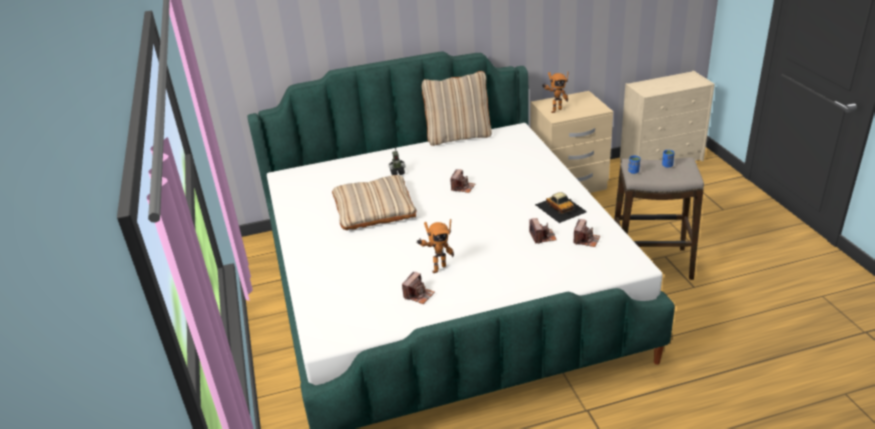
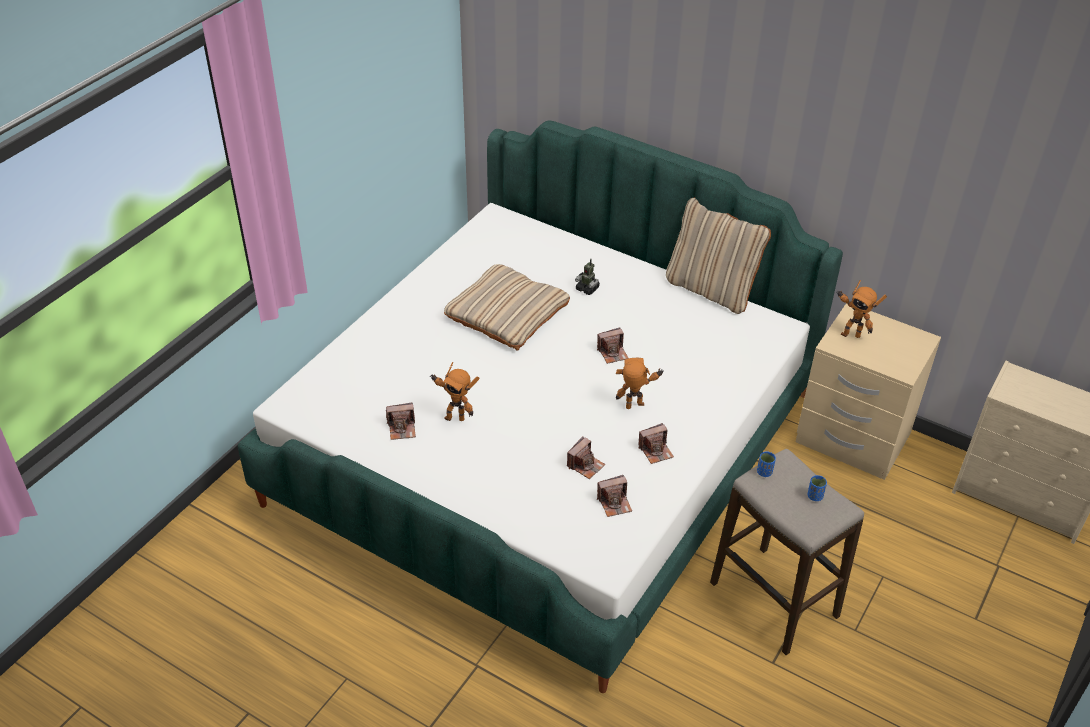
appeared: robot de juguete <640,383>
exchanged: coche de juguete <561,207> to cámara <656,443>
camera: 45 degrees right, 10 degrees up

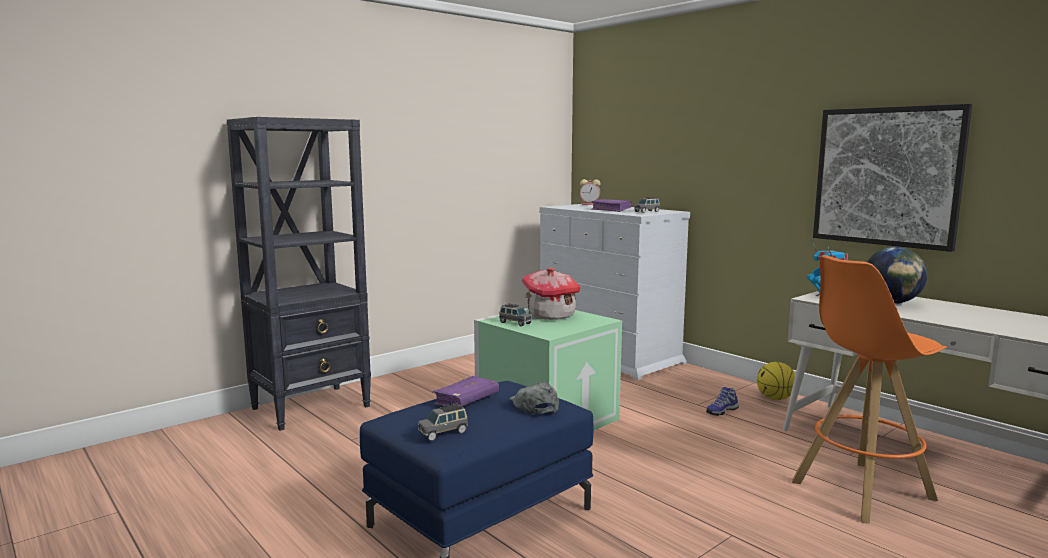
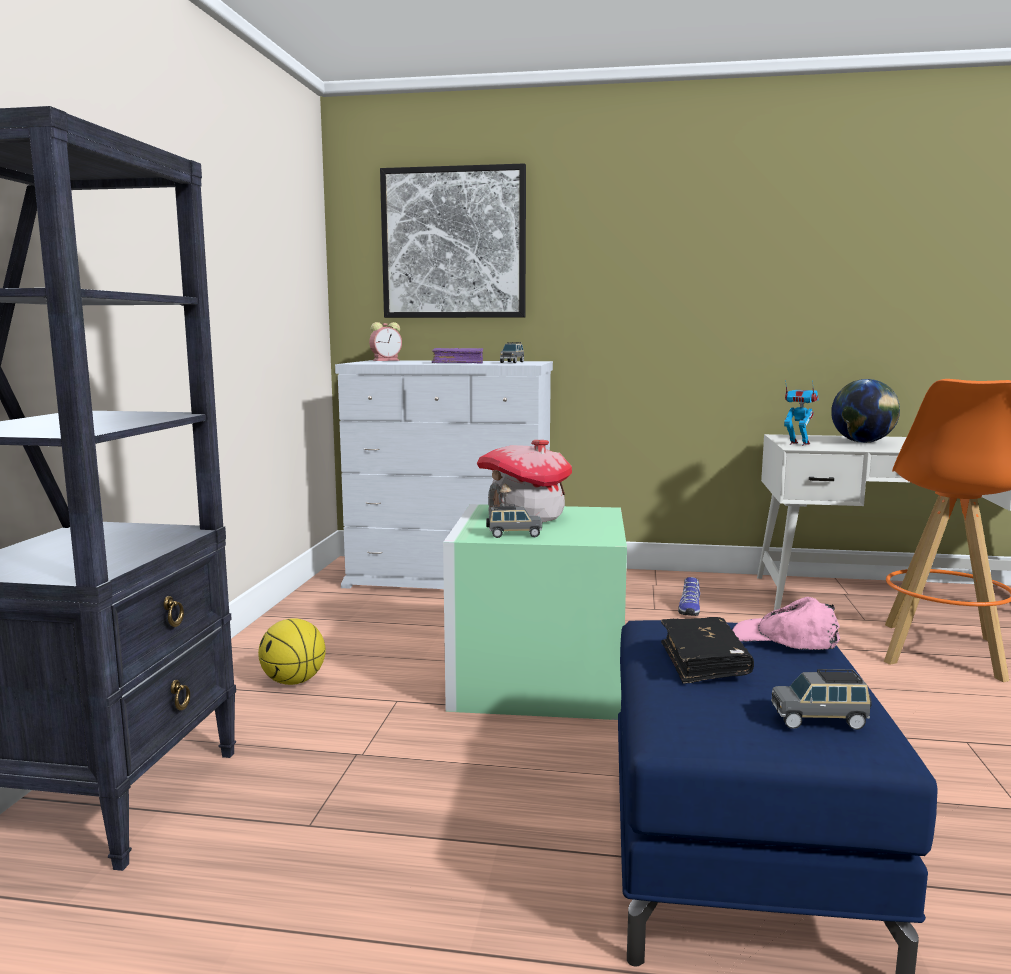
relocated: balón de baloncesto <776,381> to <292,651>; cuadro <892,178> to <453,240>
colour: libro (morado) <465,391> to libro (negro) <707,650>; gorra (gris) <534,398> to gorra (rosa) <786,623>
spun: coche de juguete (gris) <443,422> = <821,699> 75 degrees clockwise
camera: 40 degrees left, 0 degrees up

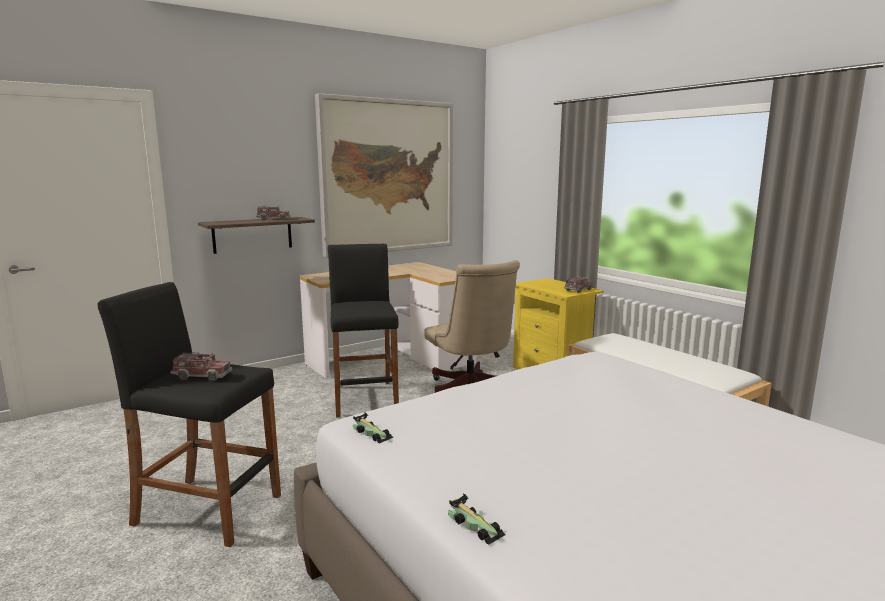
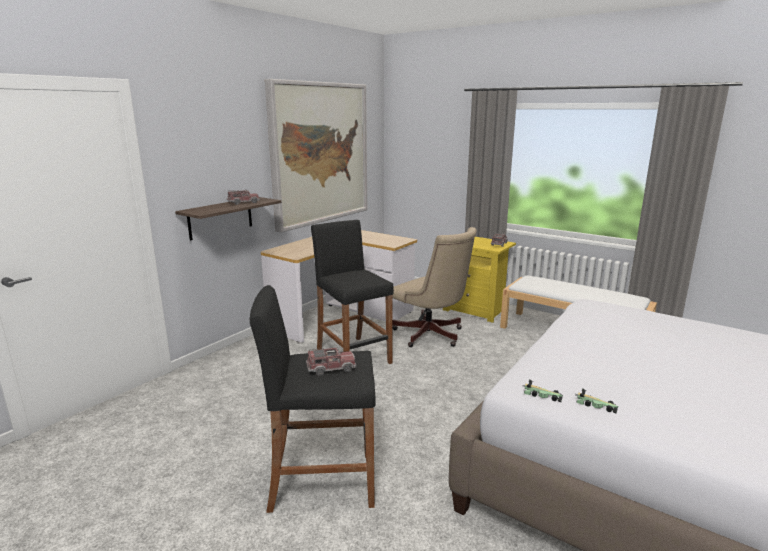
relocated: coche de juguete <477,519> to <596,401>
camera: 20 degrees left, 5 degrees up

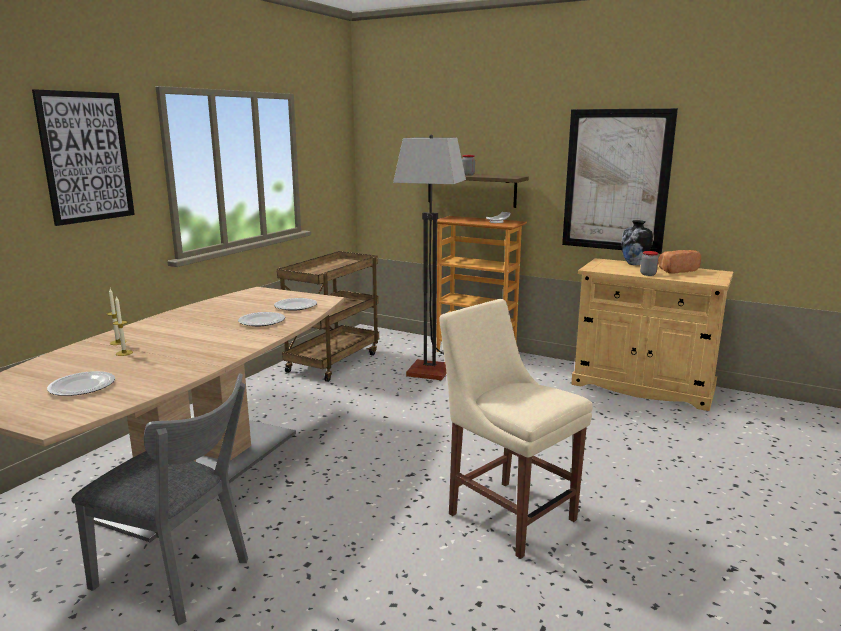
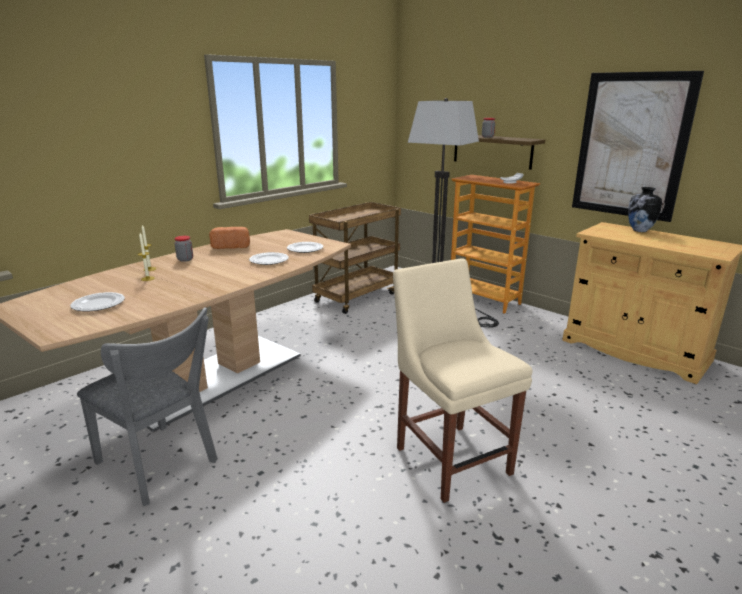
missing: cuadro <83,157>
relocated: tarro <649,263> to <183,249>; pan <680,262> to <229,238>
camera: 15 degrees right, 5 degrees up

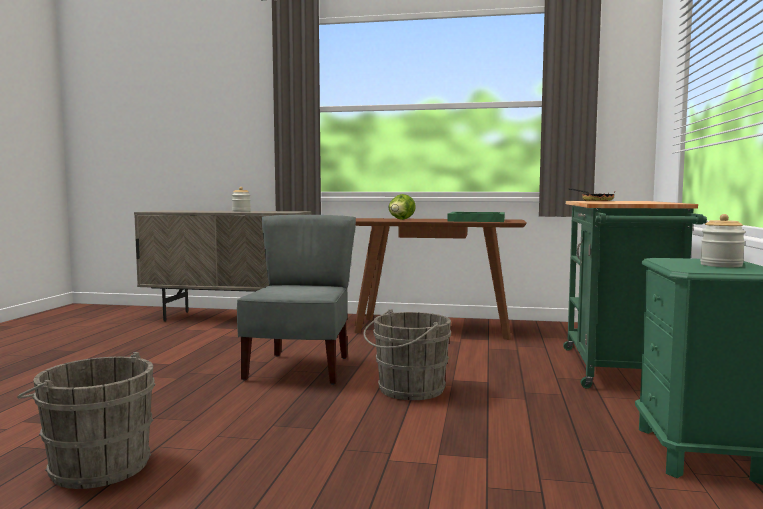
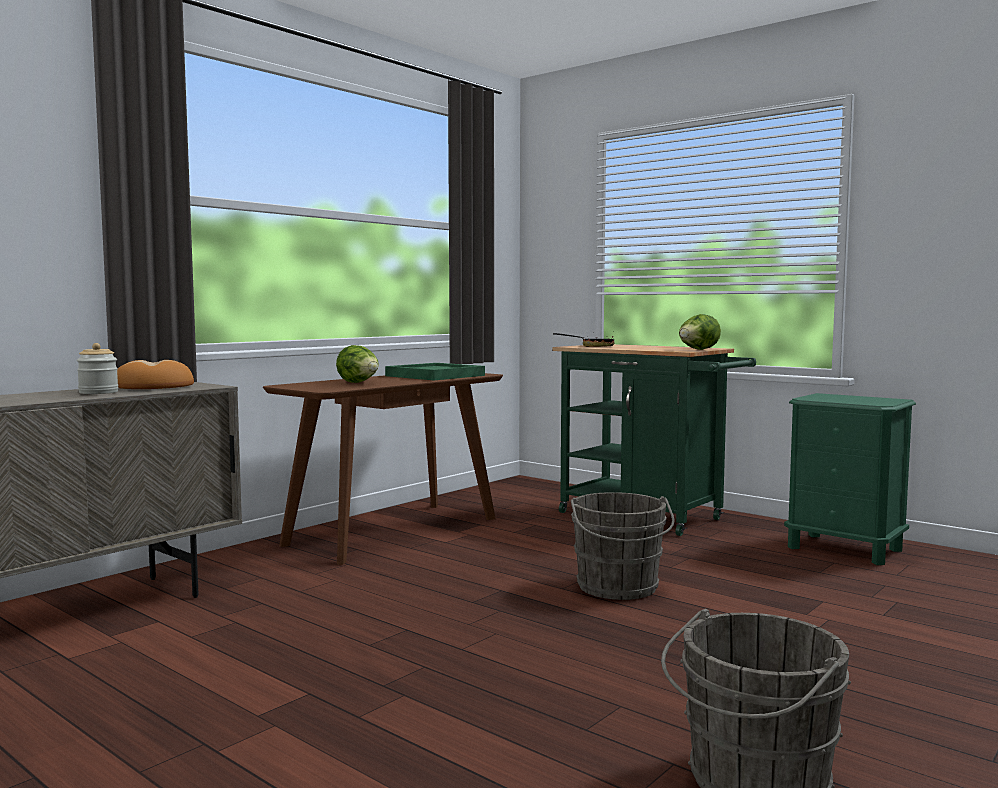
missing: silla (gris) <296,300>; tarro <723,240>
appeared: pan <155,374>; lechuga <700,332>
camera: 60 degrees left, 0 degrees up

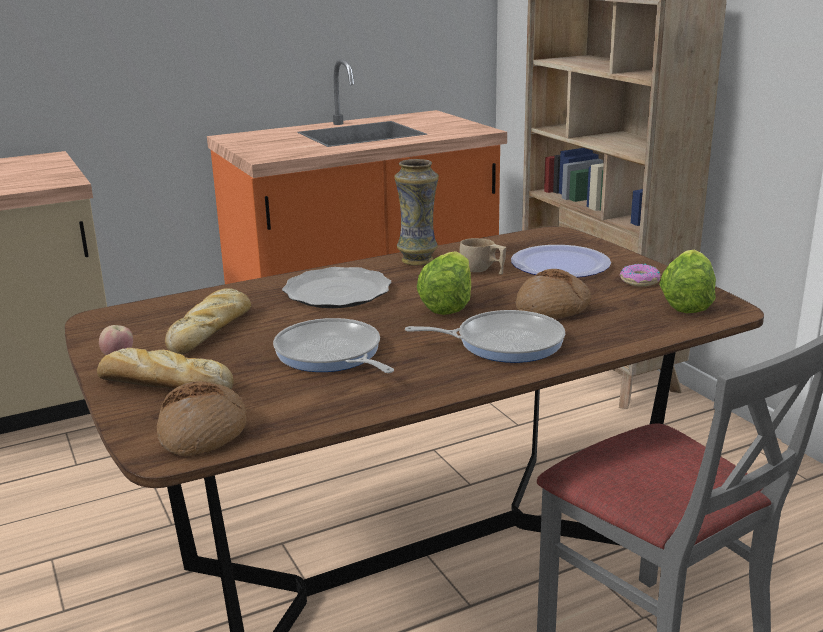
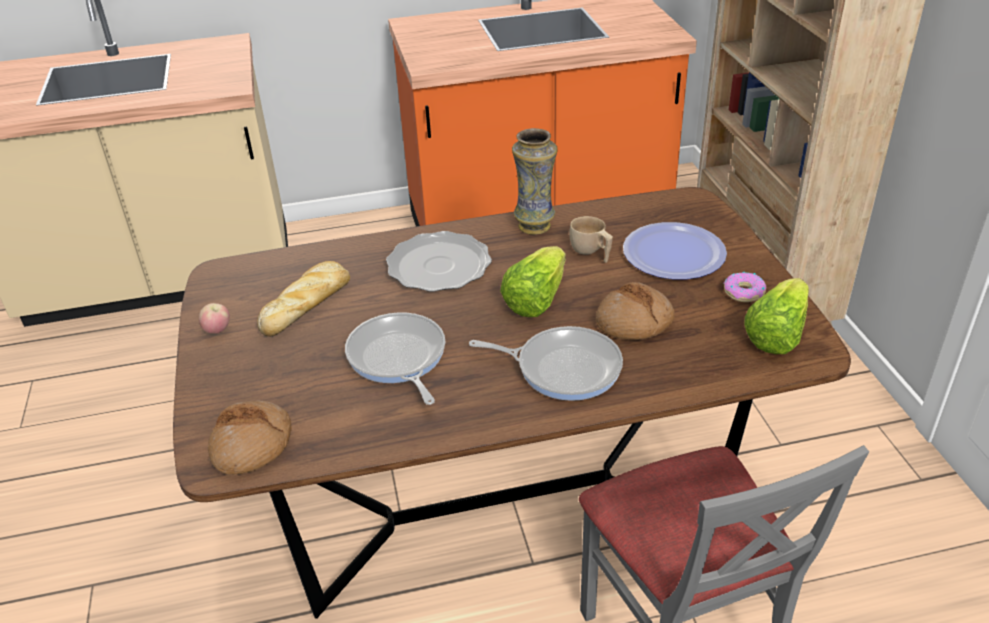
missing: pan <165,368>
camera: 15 degrees right, 15 degrees up

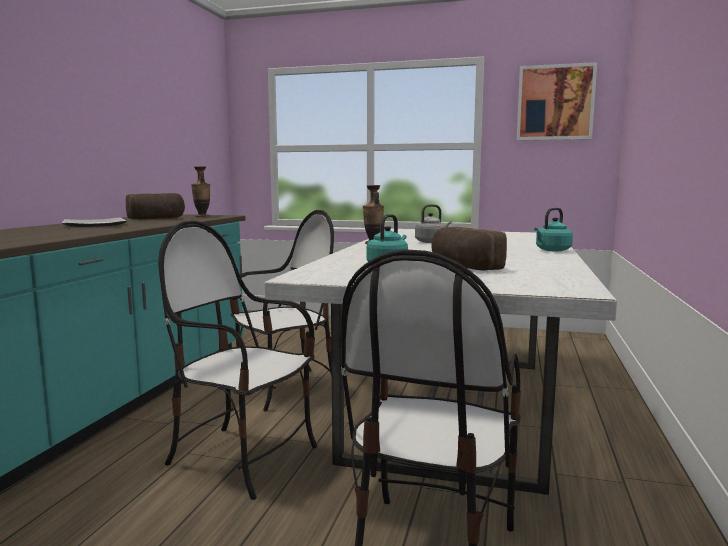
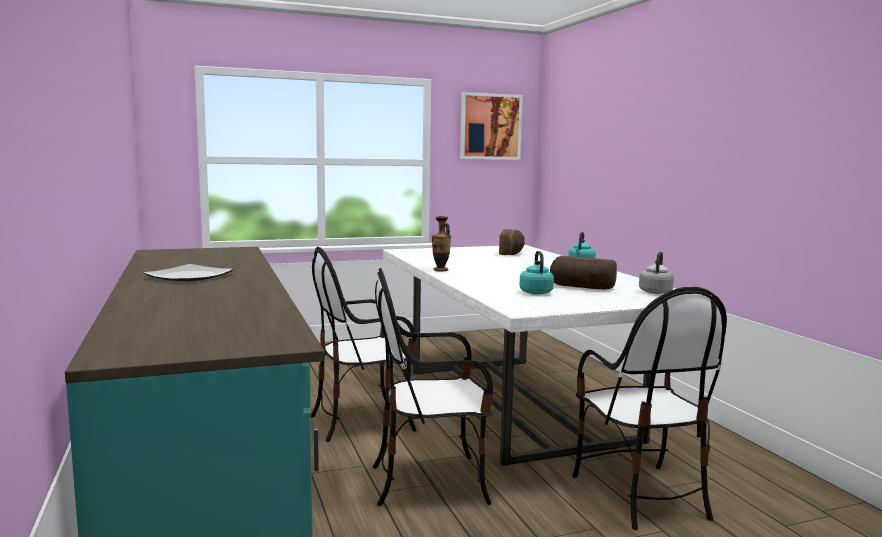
missing: florero <200,191>
relocated: pan <155,206> to <512,242>; hervidor (gris) <433,223> to <656,272>
spun: silla <282,311> = <364,344> 135 degrees counterclockwise
camera: 35 degrees left, 0 degrees up

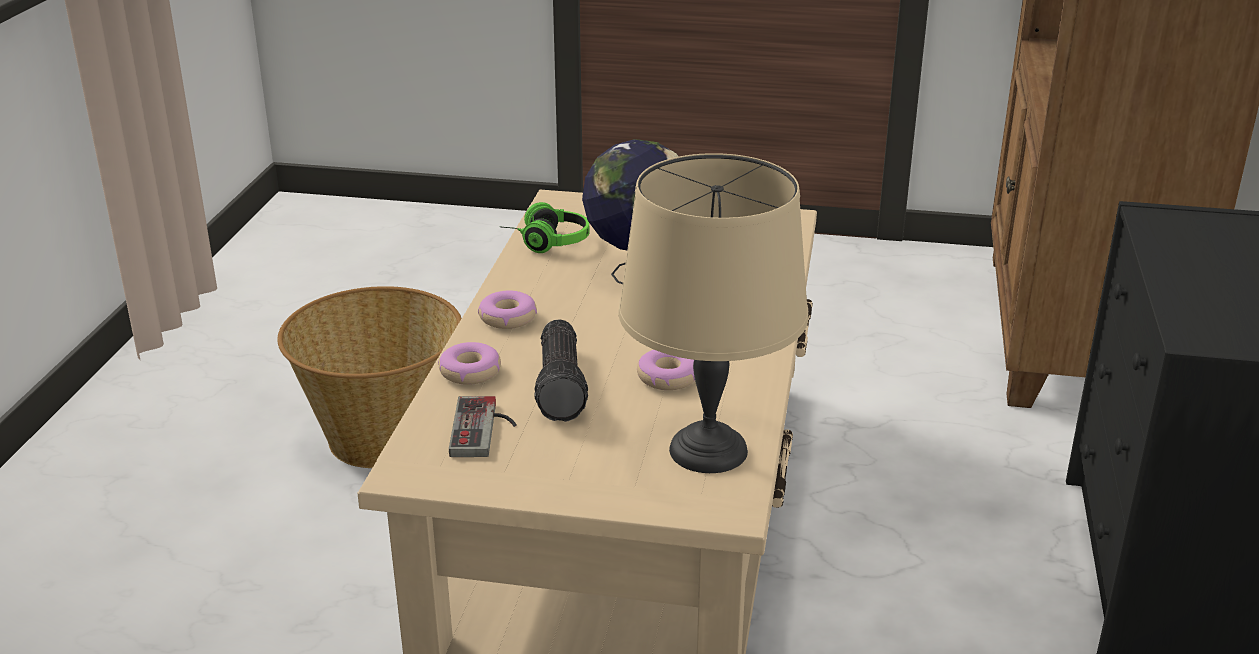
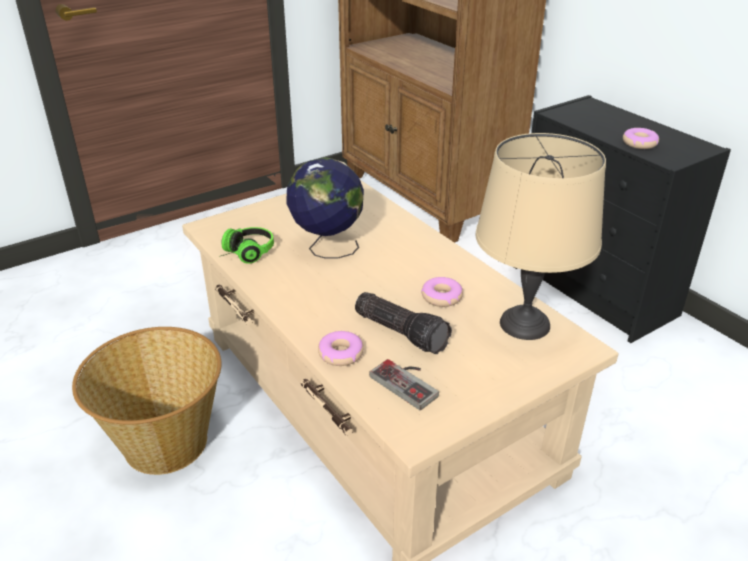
relocated: rosquilla <507,310> to <641,138>
camera: 45 degrees left, 5 degrees up

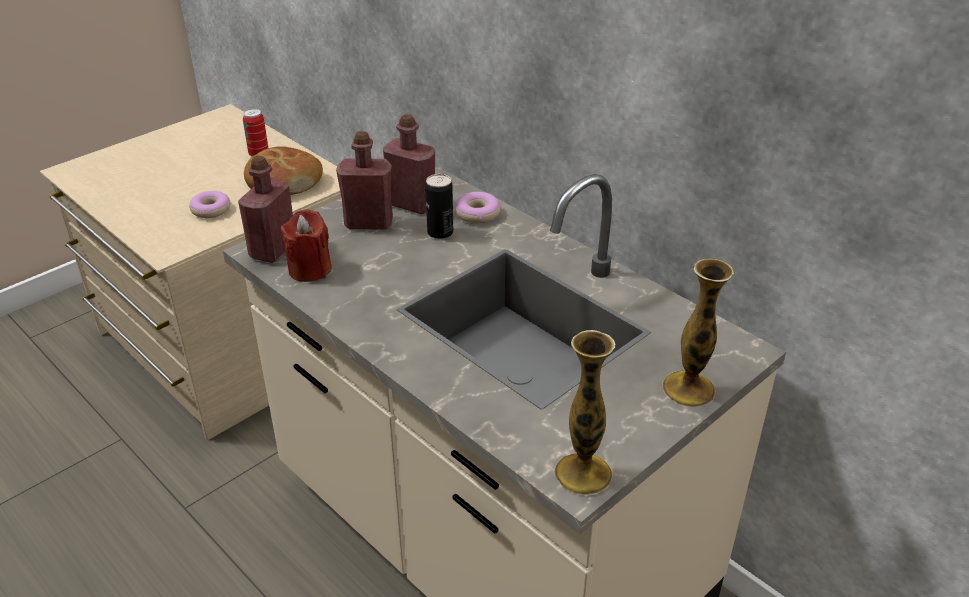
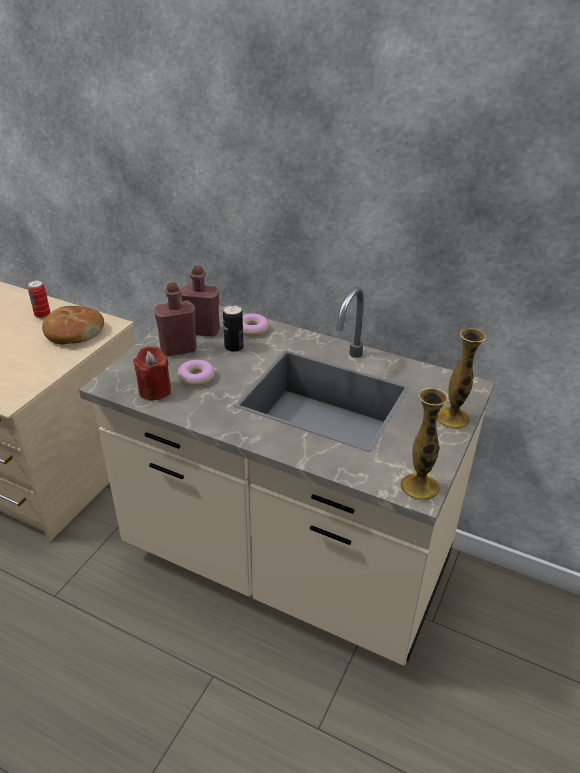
missing: botella (rojo) <265,209>
relocated: rosquilla <209,204> to <196,373>
camera: 20 degrees left, 0 degrees up

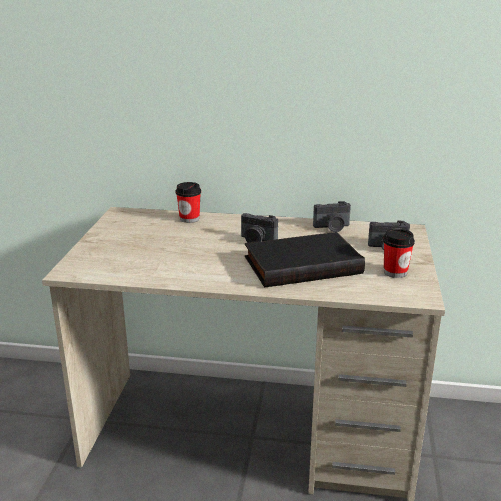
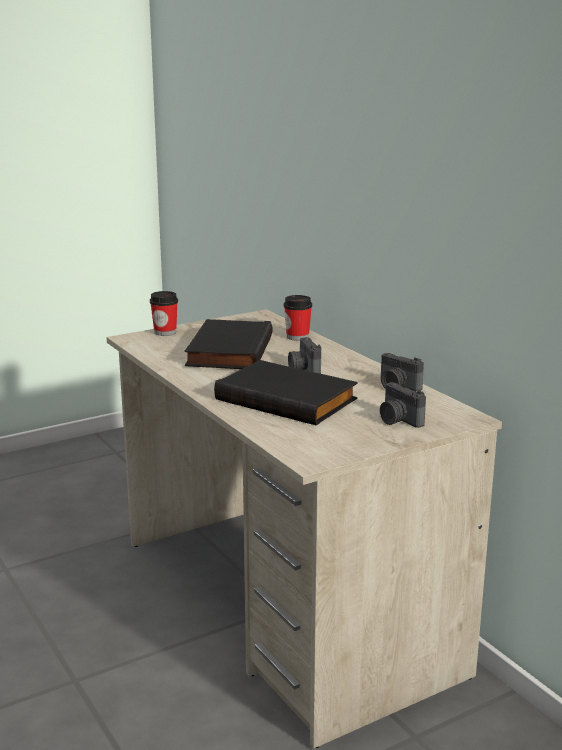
appeared: libro (negro) <228,344>
relocated: taza <399,253> to <164,313>
camera: 50 degrees right, 5 degrees down

